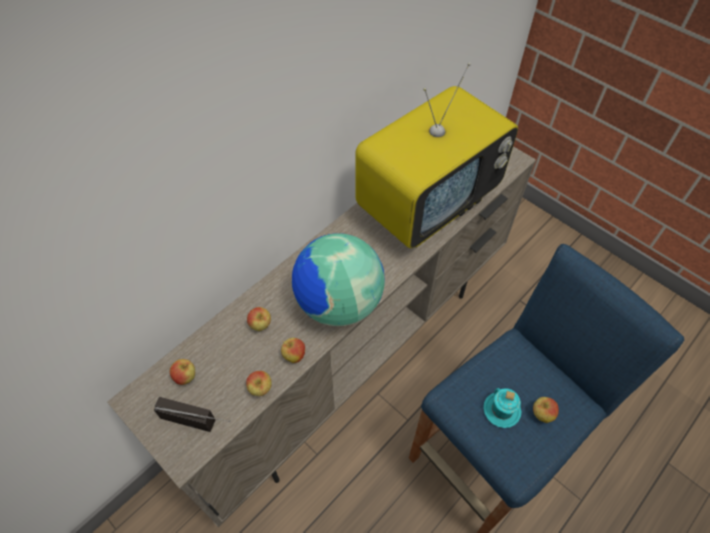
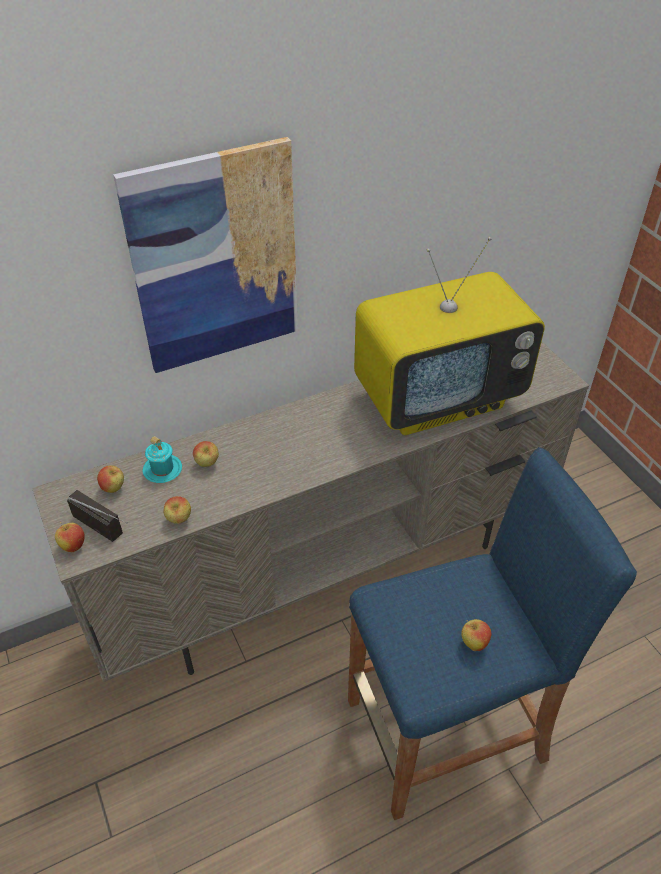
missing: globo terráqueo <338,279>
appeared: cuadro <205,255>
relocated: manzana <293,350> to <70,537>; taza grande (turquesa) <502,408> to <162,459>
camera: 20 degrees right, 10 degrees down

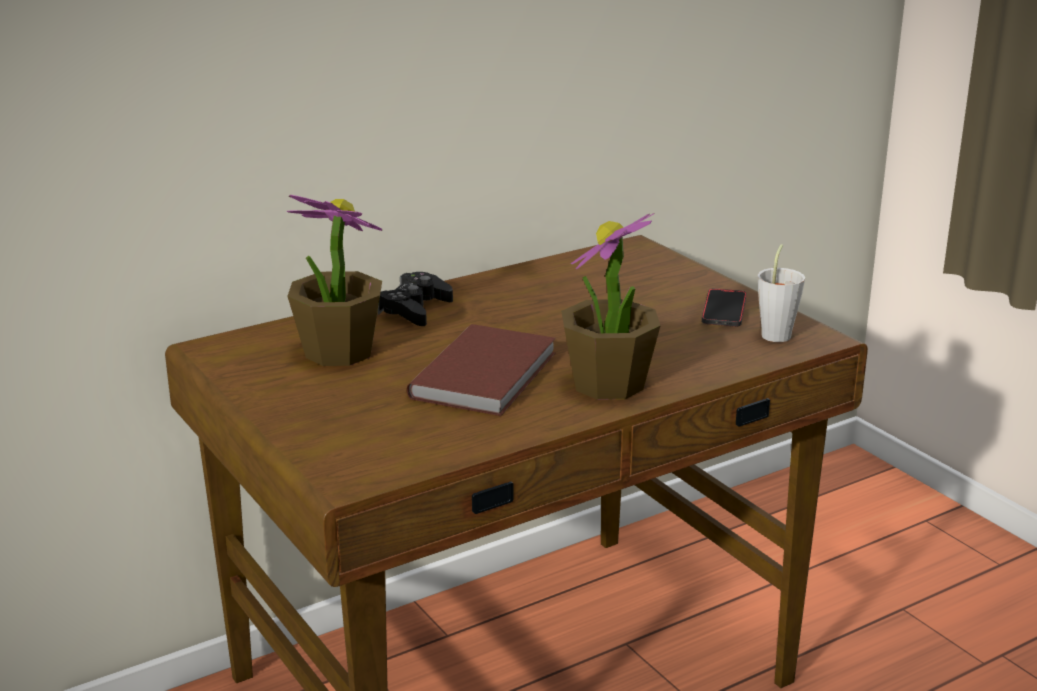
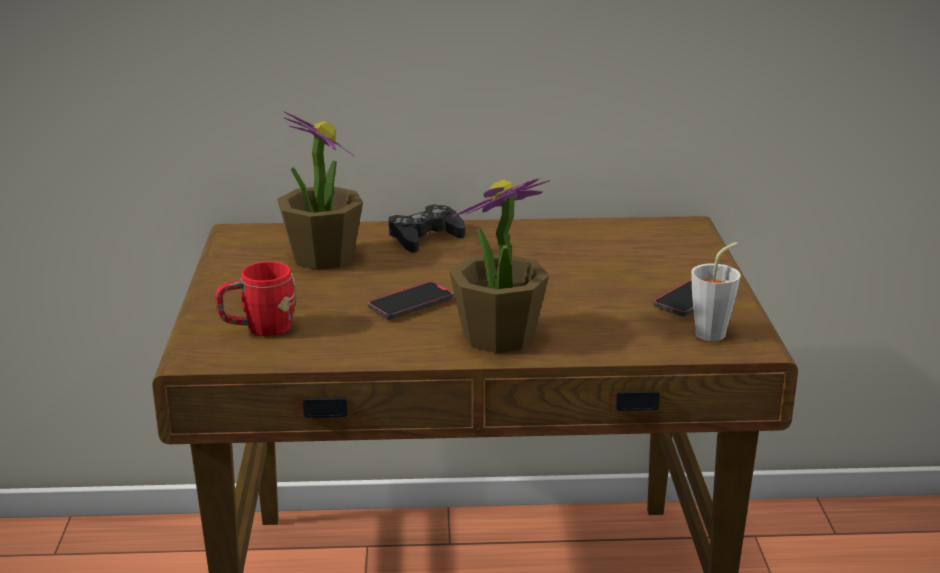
appeared: taza grande (rojo) <255,299>
exchanged: libro (marrón) <481,370> to móvil <410,300>
camera: 30 degrees right, 0 degrees up

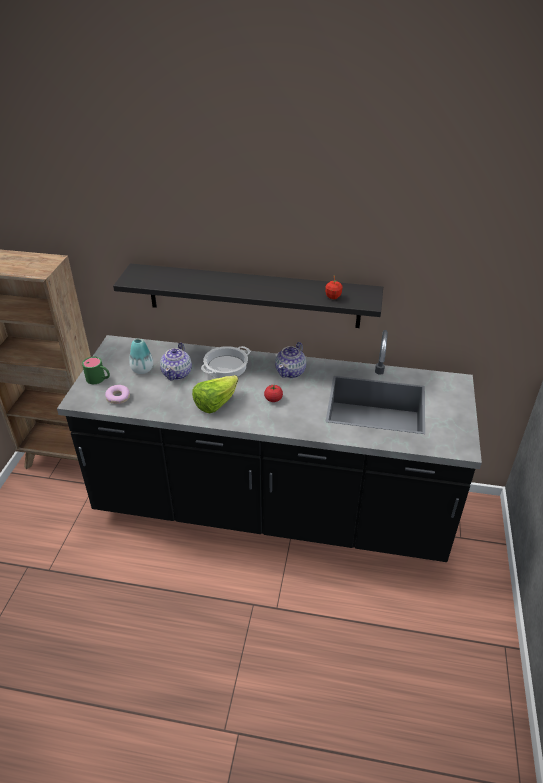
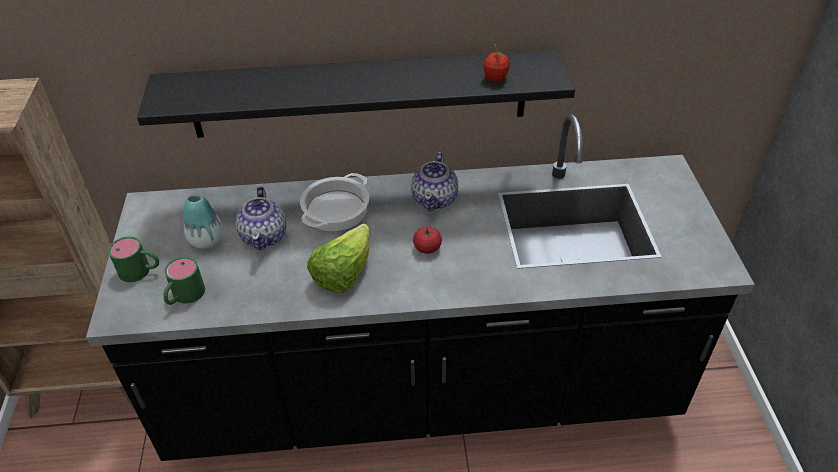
exchanged: rosquilla <117,394> to taza grande (verde) <184,281>
camera: 15 degrees left, 5 degrees up

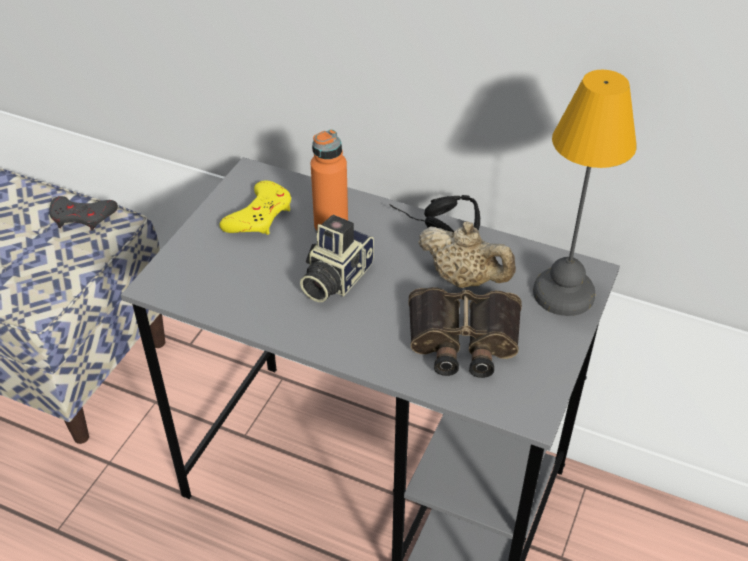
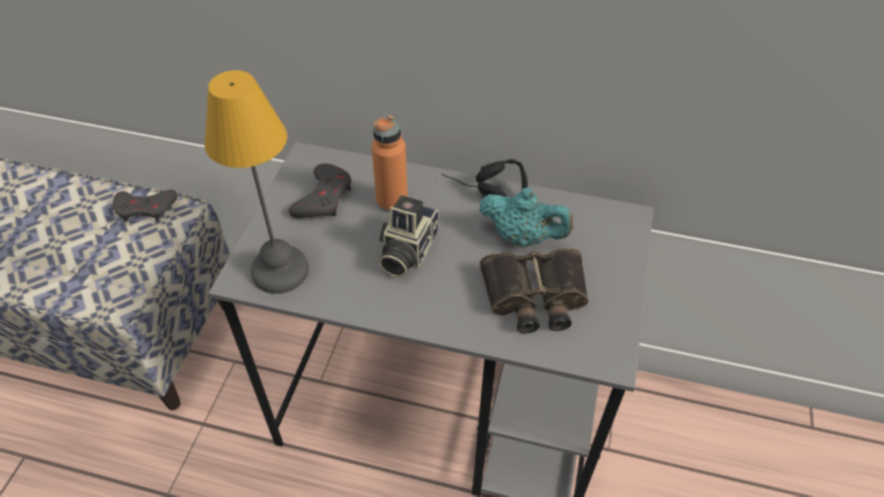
relocated: lámpara de mesa <585,193> to <257,182>
colour: mando de consola (amarillo) <255,208> to mando de consola (gris) <320,191>; tetera (beis) <467,254> to tetera (turquesa) <526,217>
camera: 10 degrees left, 5 degrees up

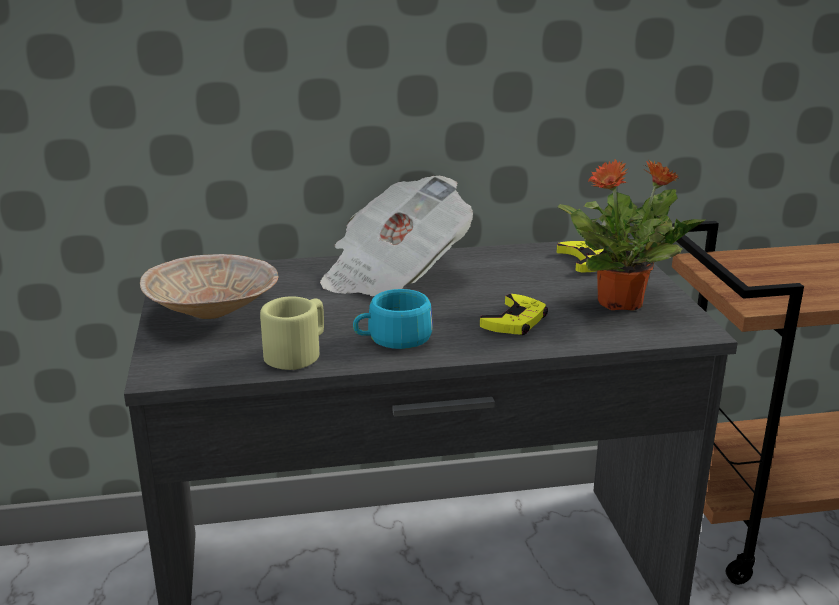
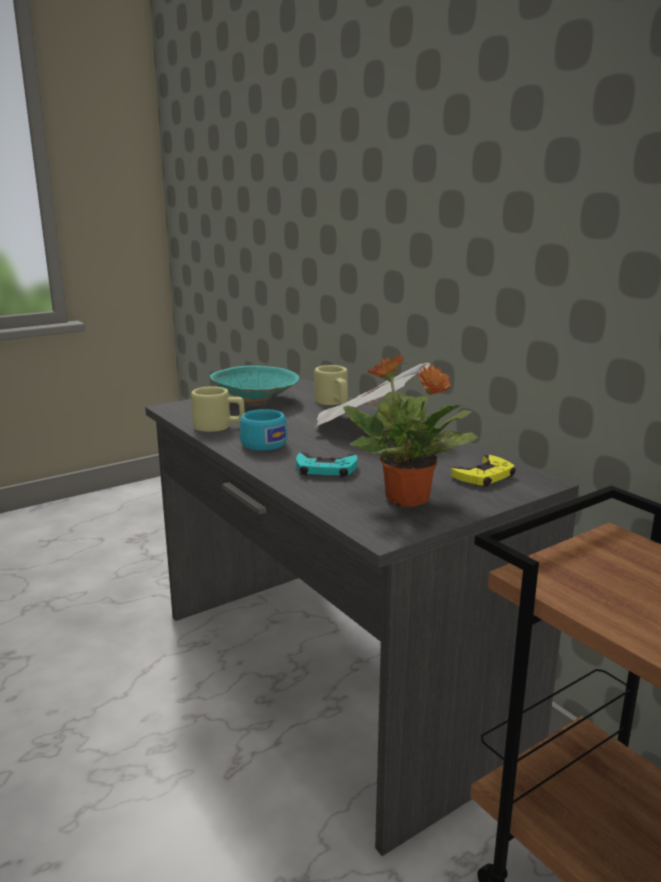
appeared: taza grande (beis) <331,385>
colour: cuenco (beis) <209,286> to cuenco (turquesa) <254,384>; mando de consola (amarillo) <514,314> to mando de consola (turquesa) <326,464>
camera: 65 degrees right, 5 degrees down

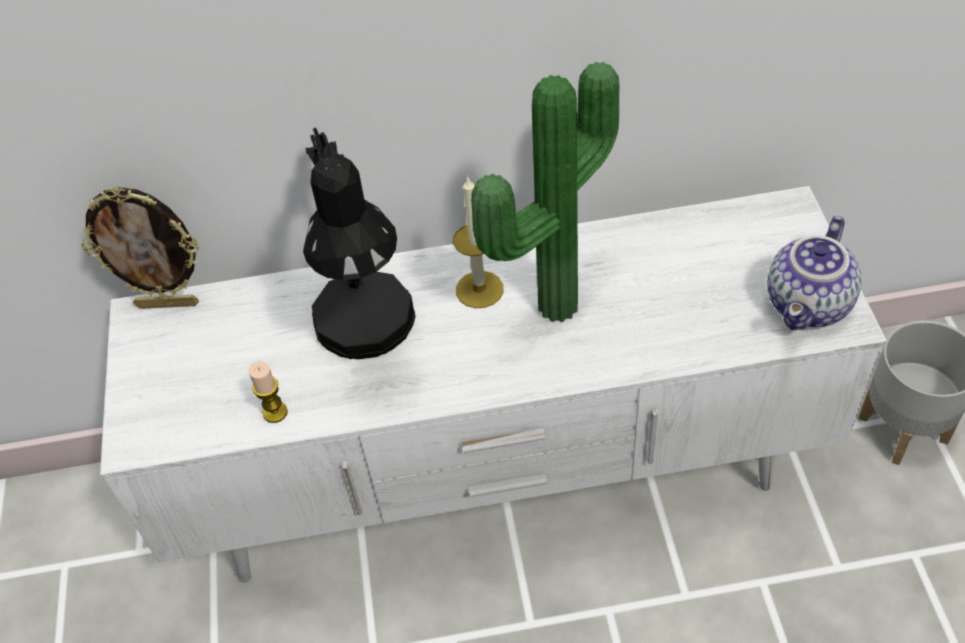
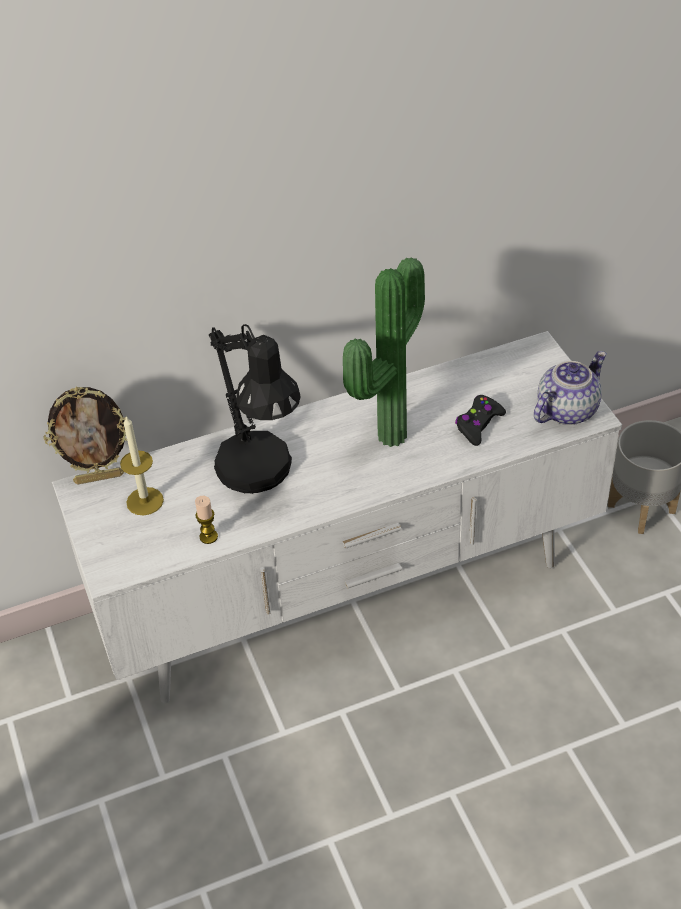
appeared: mando de consola (negro) <480,420>
relocated: vela <478,242> to <142,465>
spun: tetera <814,273> = <570,388> 150 degrees counterclockwise
camera: 15 degrees left, 5 degrees down

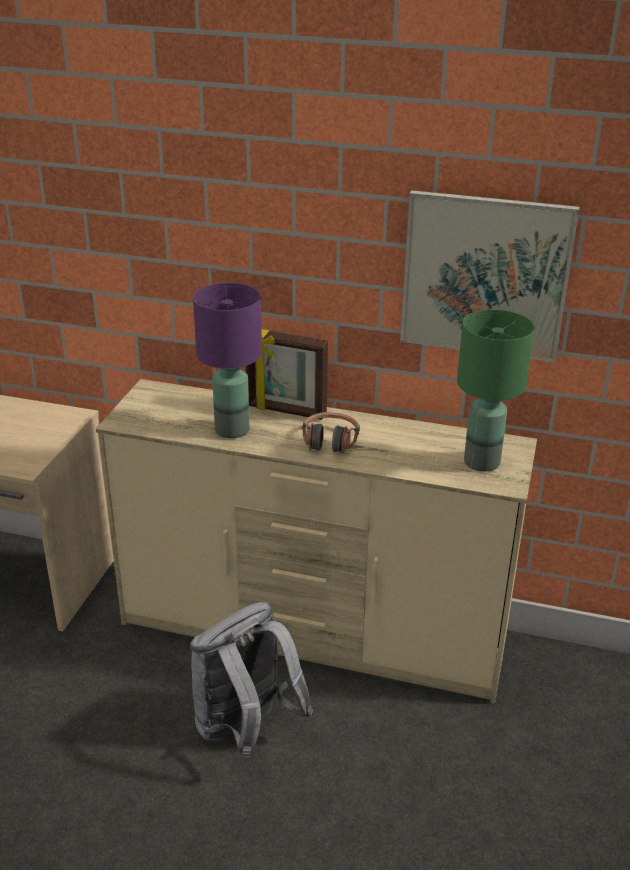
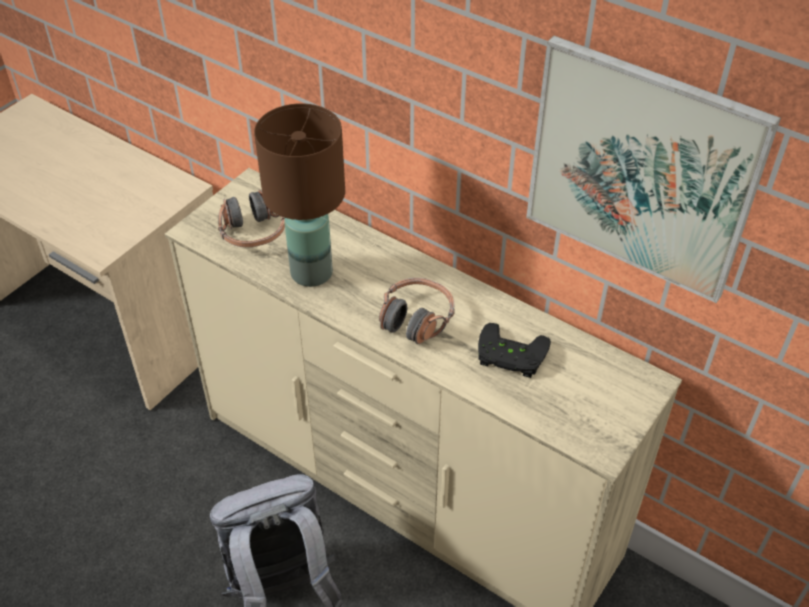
missing: portarretratos <287,374>; lámpara de mesa (verde) <496,390>
appeared: auriculares <251,218>; mando de consola (negro) <514,350>
colour: lámpara de mesa (morado) <227,360> to lámpara de mesa (marrón) <299,195>
camera: 20 degrees right, 15 degrees up

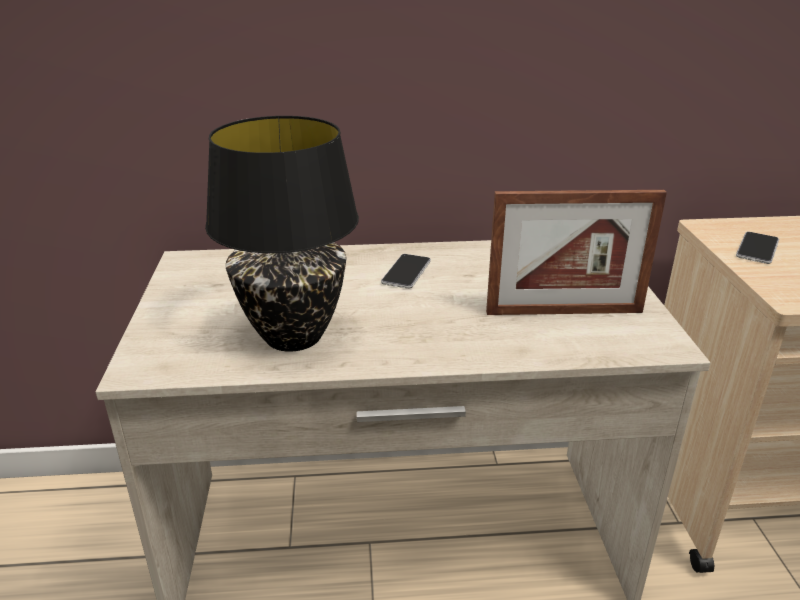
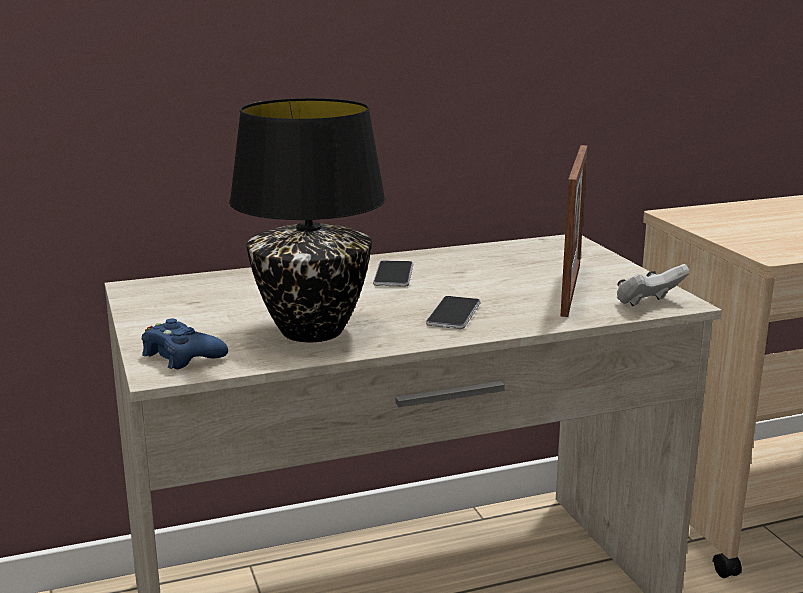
appeared: mando de consola (azul) <185,344>; mando de consola (blanco) <653,285>
relocated: móvil <757,248> to <453,312>
spun: portarretratos <576,252> = <574,231> 60 degrees counterclockwise
camera: 15 degrees left, 10 degrees down

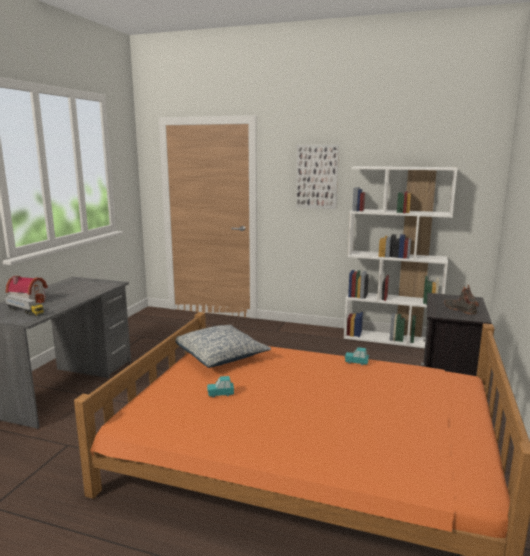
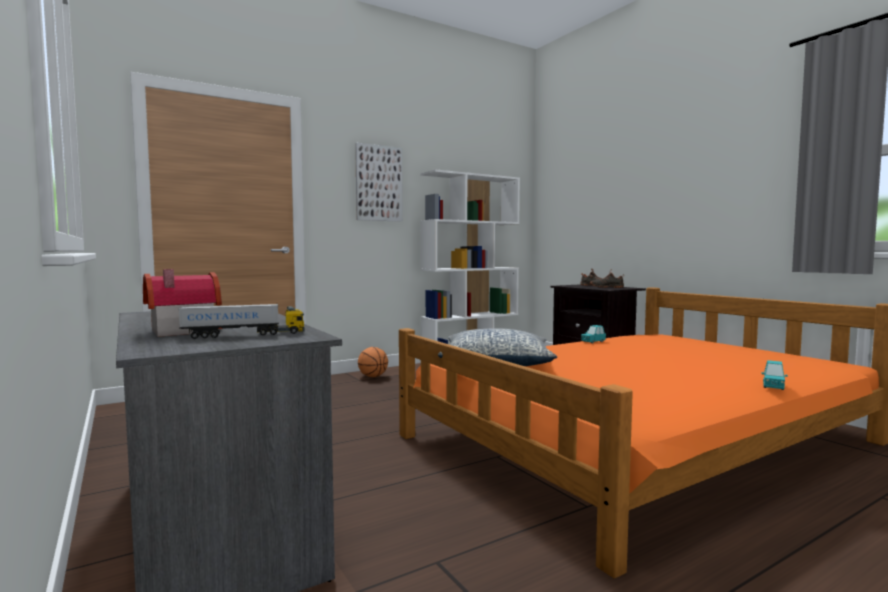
appeared: balón de baloncesto <373,362>
relocated: coche de juguete (turquesa) <220,387> to <774,375>
camera: 50 degrees left, 10 degrees down

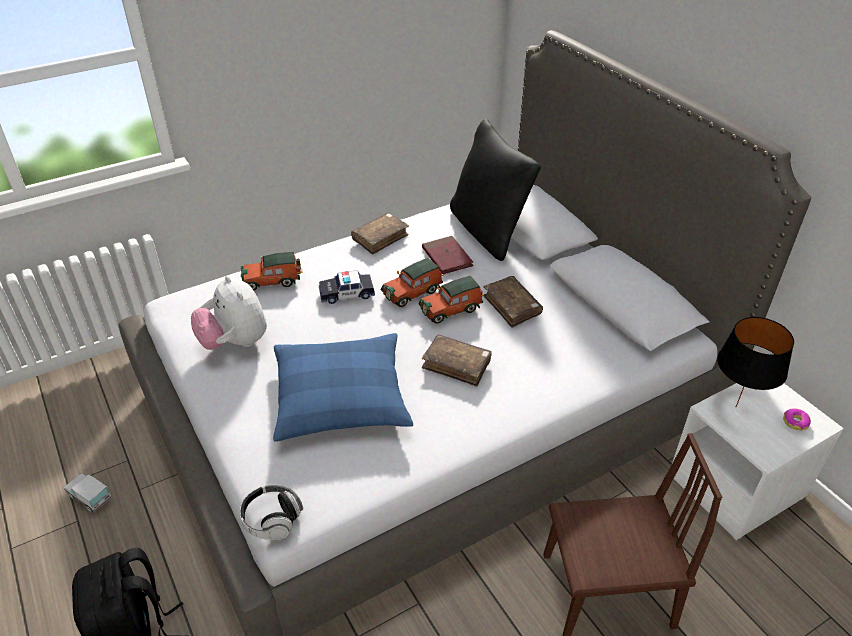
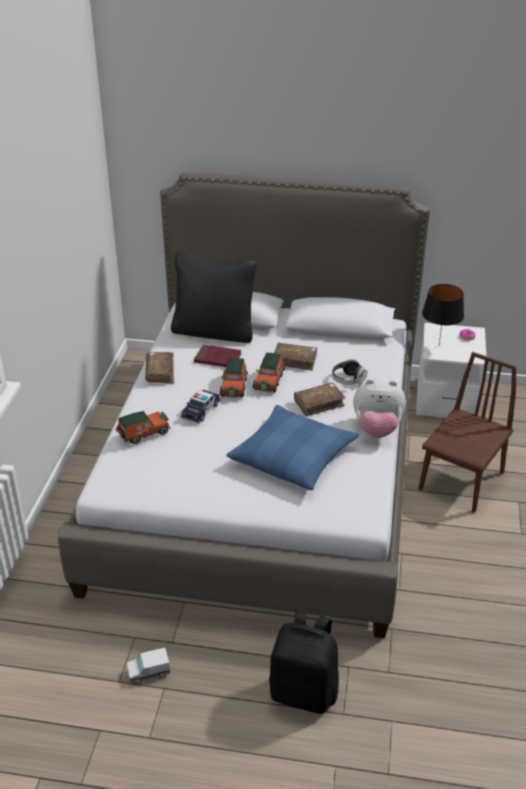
relocated: peluche <229,313> to <379,408>; auriculares <271,512> to <349,372>
spun: coche de juguete <272,271> = <143,427> 150 degrees counterclockwise
camera: 50 degrees left, 5 degrees down

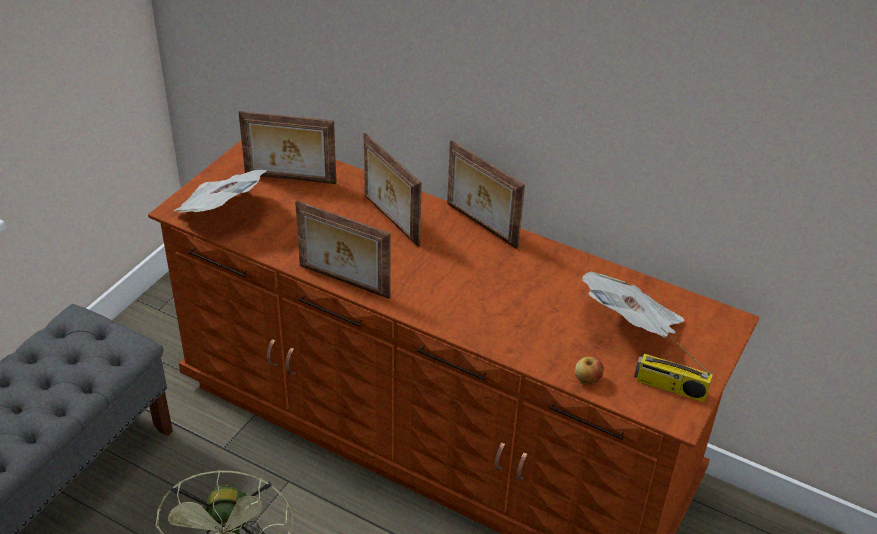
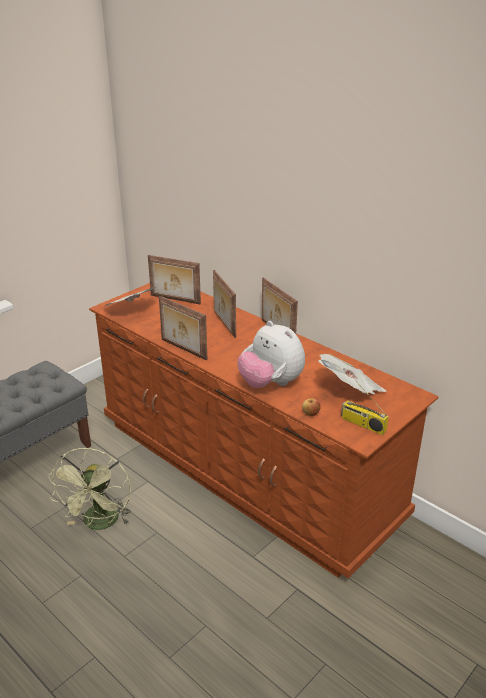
appeared: peluche <271,354>
camera: 15 degrees right, 10 degrees down

